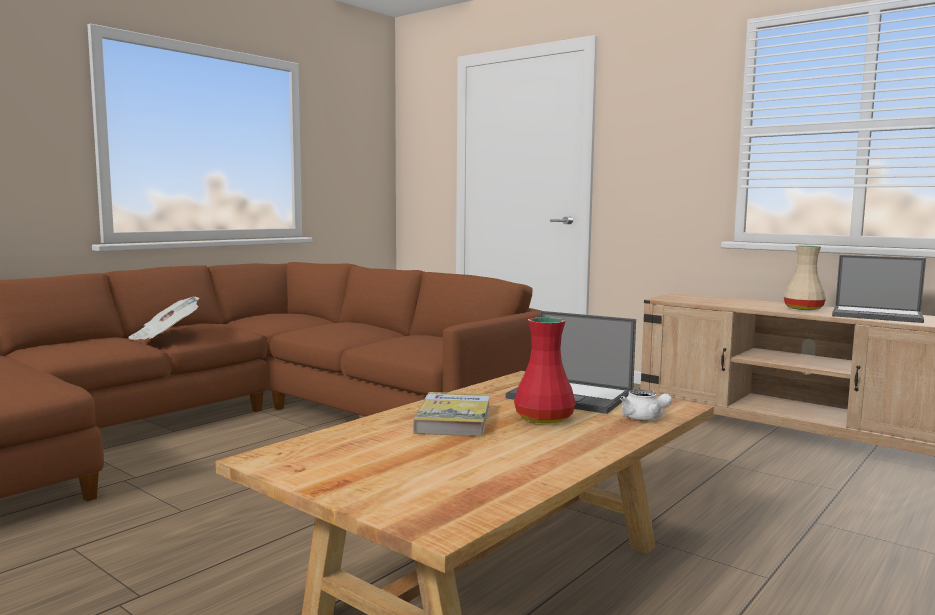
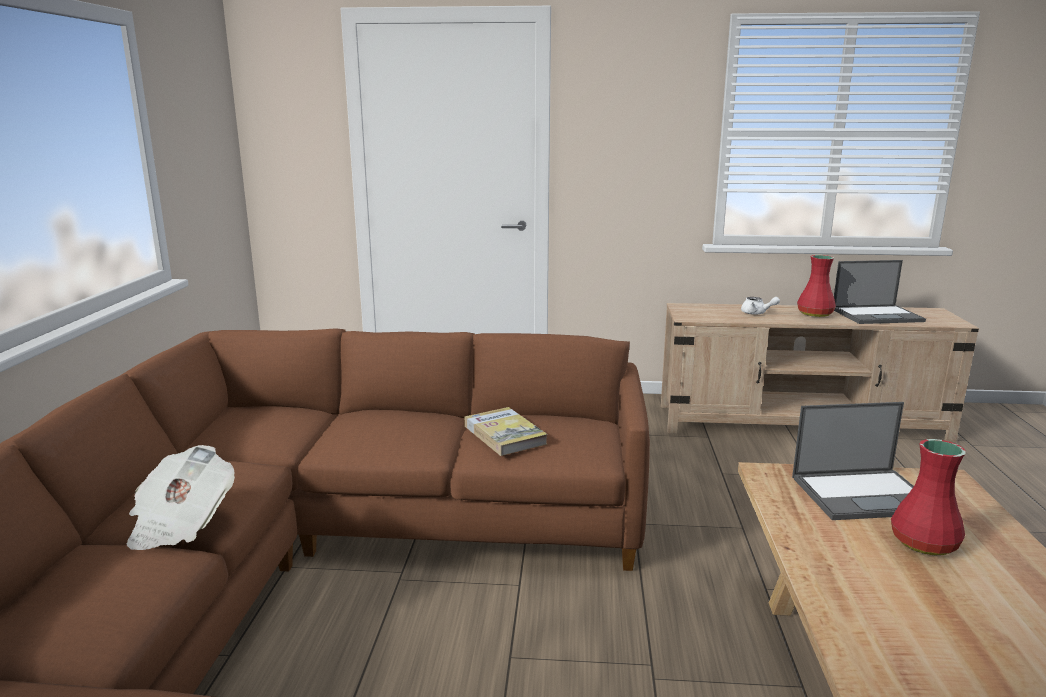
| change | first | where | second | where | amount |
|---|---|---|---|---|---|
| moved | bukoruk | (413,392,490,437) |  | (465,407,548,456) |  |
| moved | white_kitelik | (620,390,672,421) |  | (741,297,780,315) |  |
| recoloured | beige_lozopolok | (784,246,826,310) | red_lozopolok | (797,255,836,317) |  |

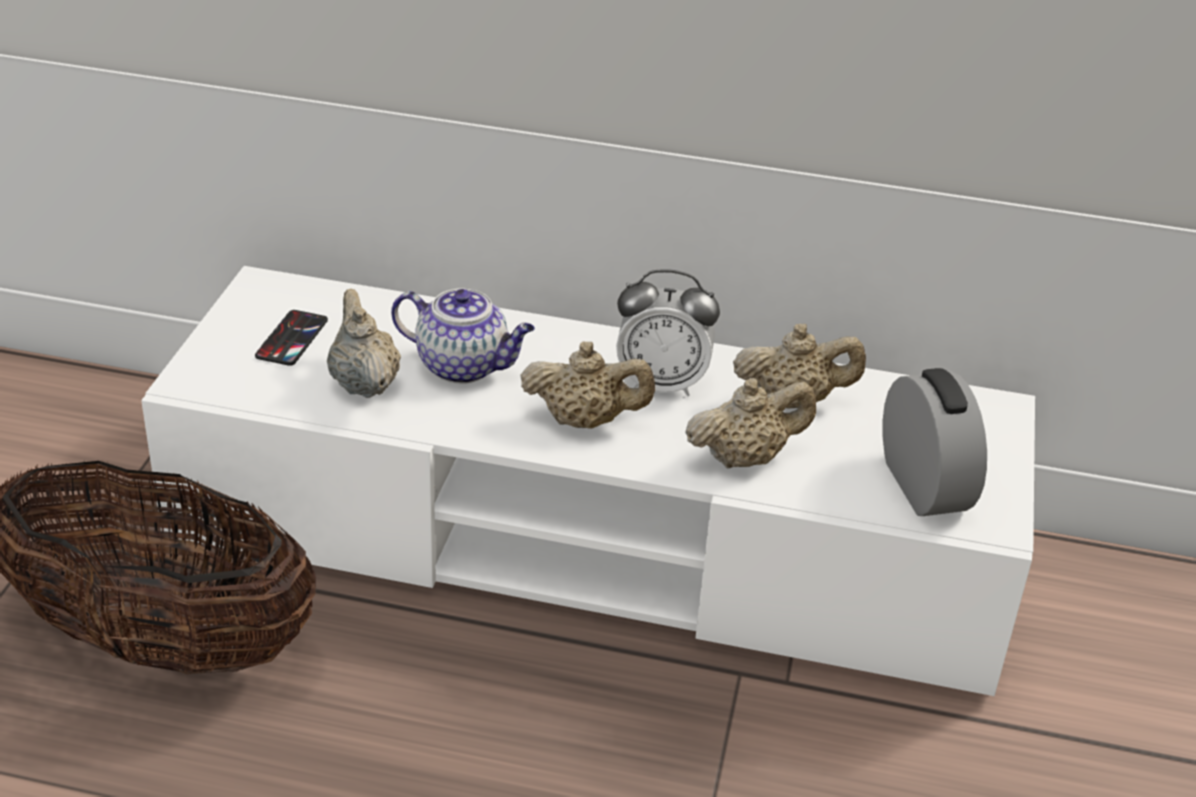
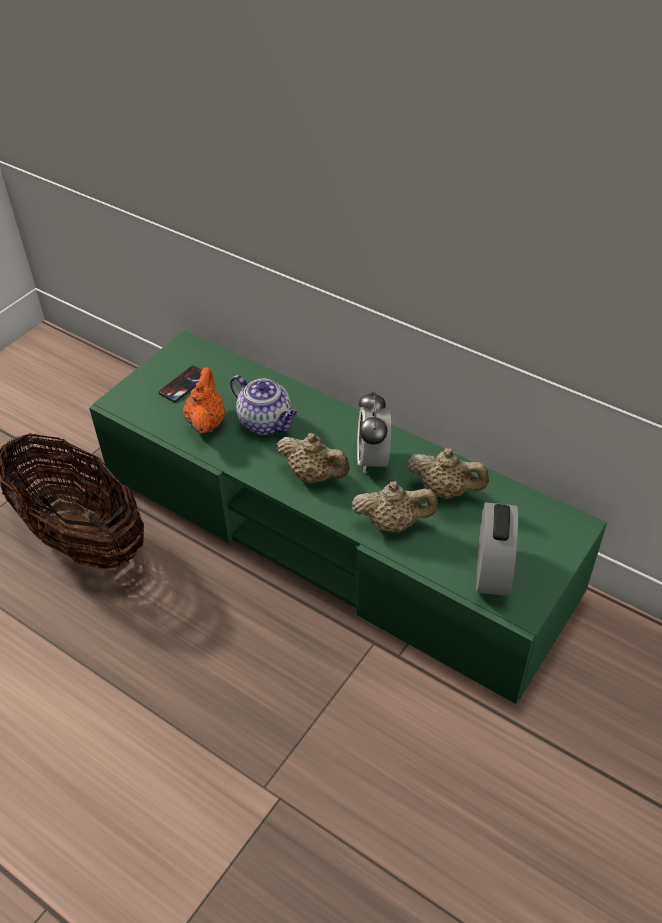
| change | first | where | second | where | amount |
|---|---|---|---|---|---|
| recoloured | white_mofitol | (141,266,1035,696) | green_mofitol | (89,330,607,704) |  |
| recoloured | beige_kitelik | (327,289,401,398) | orange_kitelik | (183,367,225,434) |  |
| turned | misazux | (616,269,720,396) |  | (357,391,391,473) | 60 degrees clockwise |

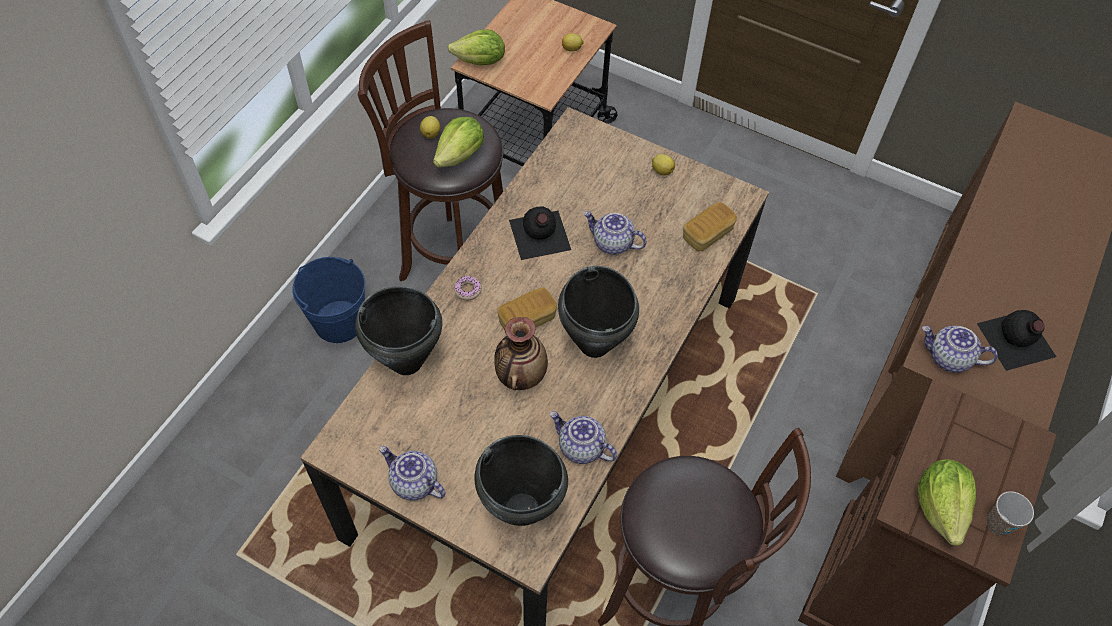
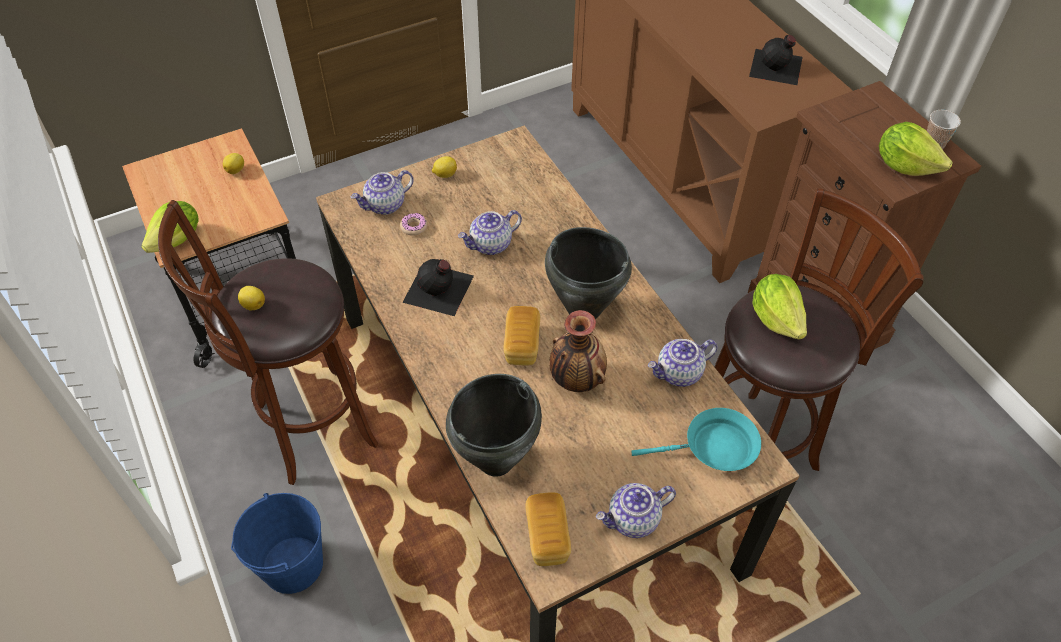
| change | first | where | second | where | amount |
|---|---|---|---|---|---|
| moved | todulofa | (433,117,484,168) |  | (752,274,807,340) |  |
| moved | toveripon | (454,276,482,300) |  | (400,213,427,236) |  |
| replaced | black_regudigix | (474,435,568,526) | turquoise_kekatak | (631,408,761,471) |  |
| moved | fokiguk | (683,202,737,251) |  | (525,492,571,566) |  |
| moved | kitelik | (922,326,998,373) |  | (351,170,414,215) |  |

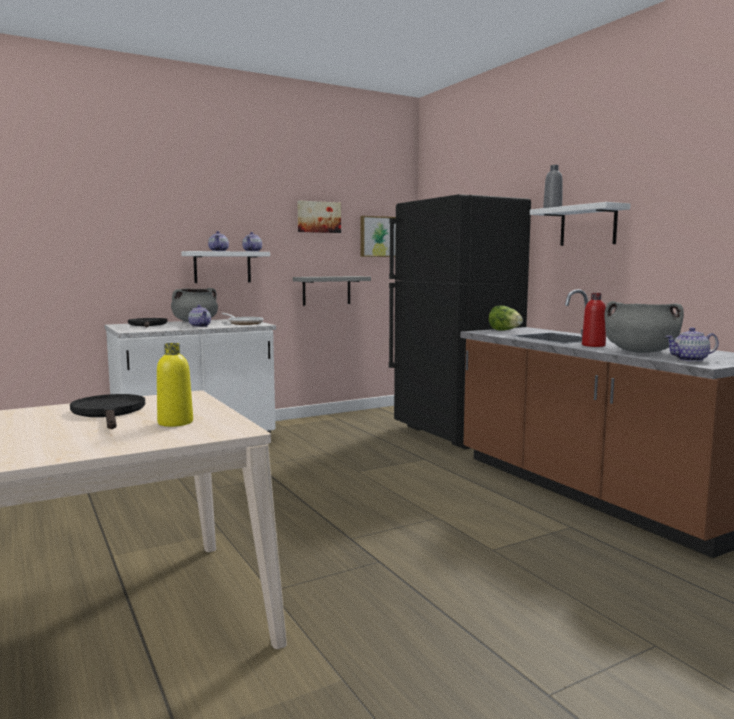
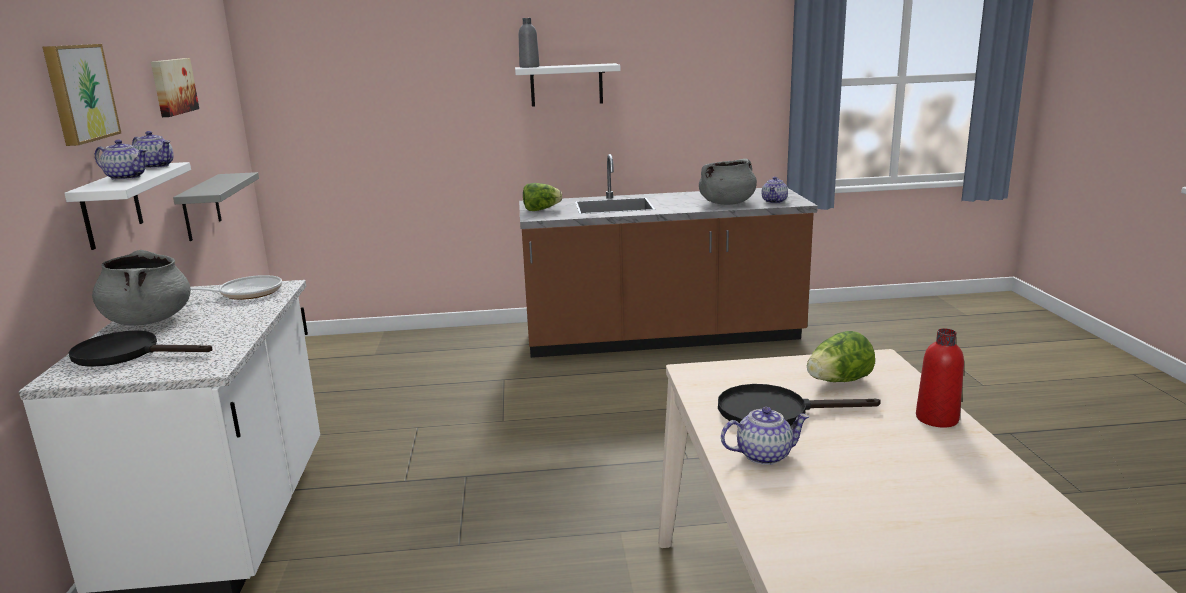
| change | first | where | second | where | amount |
|---|---|---|---|---|---|
| replaced | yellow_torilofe | (157,343,193,427) | todulofa | (807,331,875,382) |  |
| moved | kitelik | (188,305,211,327) |  | (721,407,809,465) |  |
| moved | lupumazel | (361,216,396,257) |  | (42,44,121,146) |  |
| removed | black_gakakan | (389,194,531,449) |  |  |  |
| moved | red_torilofe | (582,293,606,347) |  | (916,328,964,427) |  |

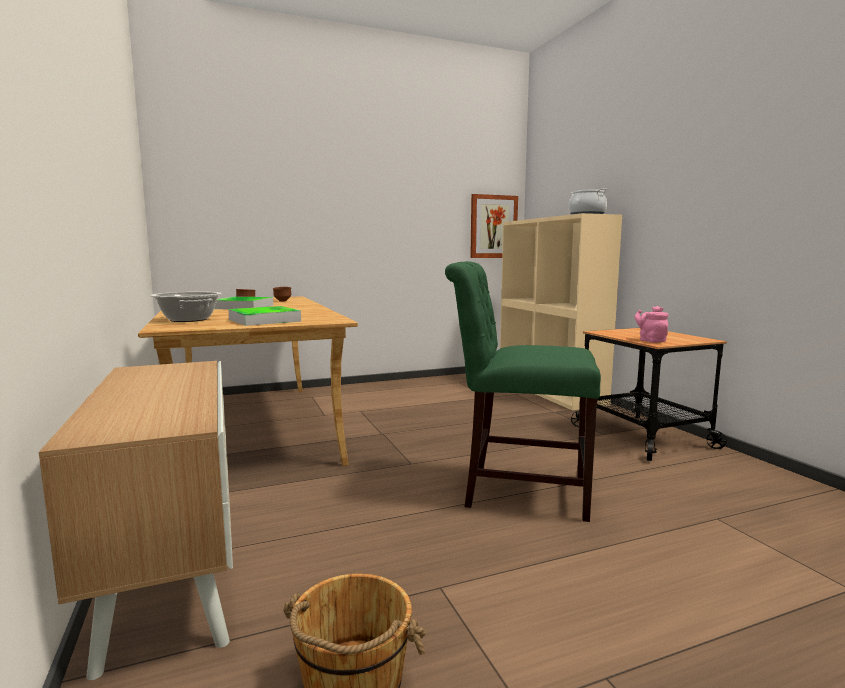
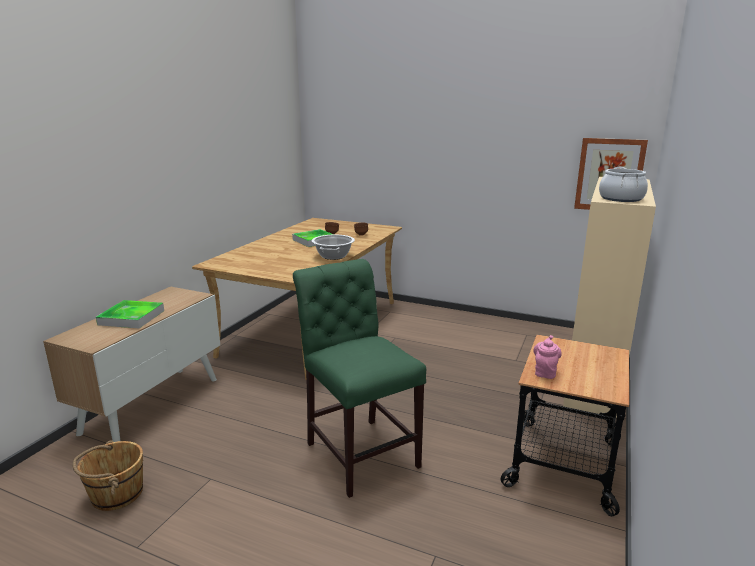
| change | first | where | second | where | amount |
|---|---|---|---|---|---|
| moved | regudigix | (150,292,222,322) |  | (312,235,355,260) |  |
| moved | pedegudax | (228,306,301,326) |  | (96,300,164,328) |  |

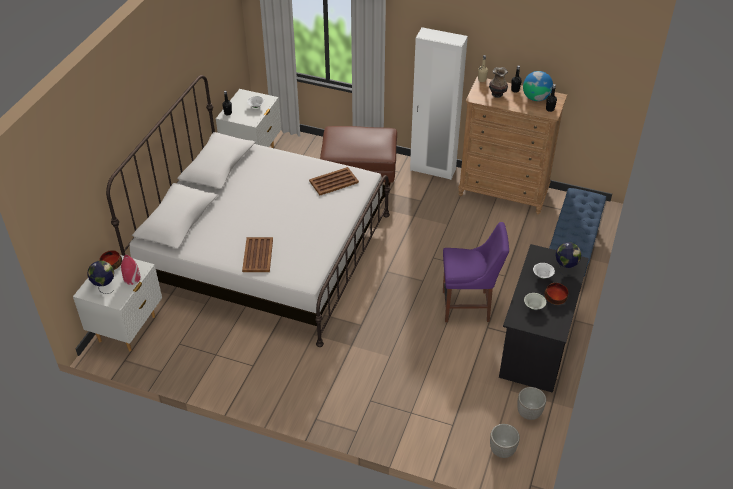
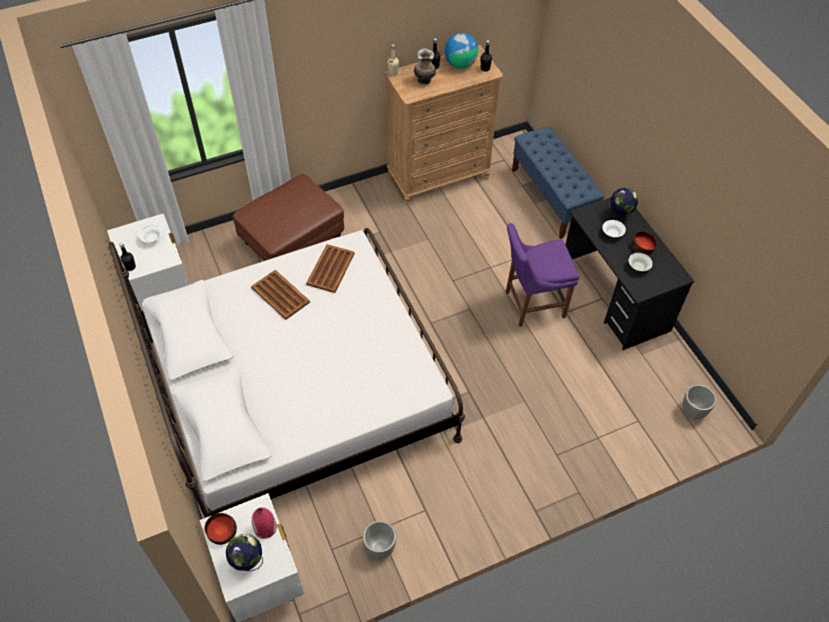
| change | first | where | second | where | amount |
|---|---|---|---|---|---|
| moved | brown_pedegudax | (242,237,273,272) |  | (251,270,310,320) |  |
| removed | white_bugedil | (410,27,468,180) |  |  |  |
| turned | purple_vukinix | (443,222,509,322) |  | (506,223,579,327) | 150 degrees counterclockwise |
| moved | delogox | (517,387,546,420) |  | (363,521,396,559) |  |

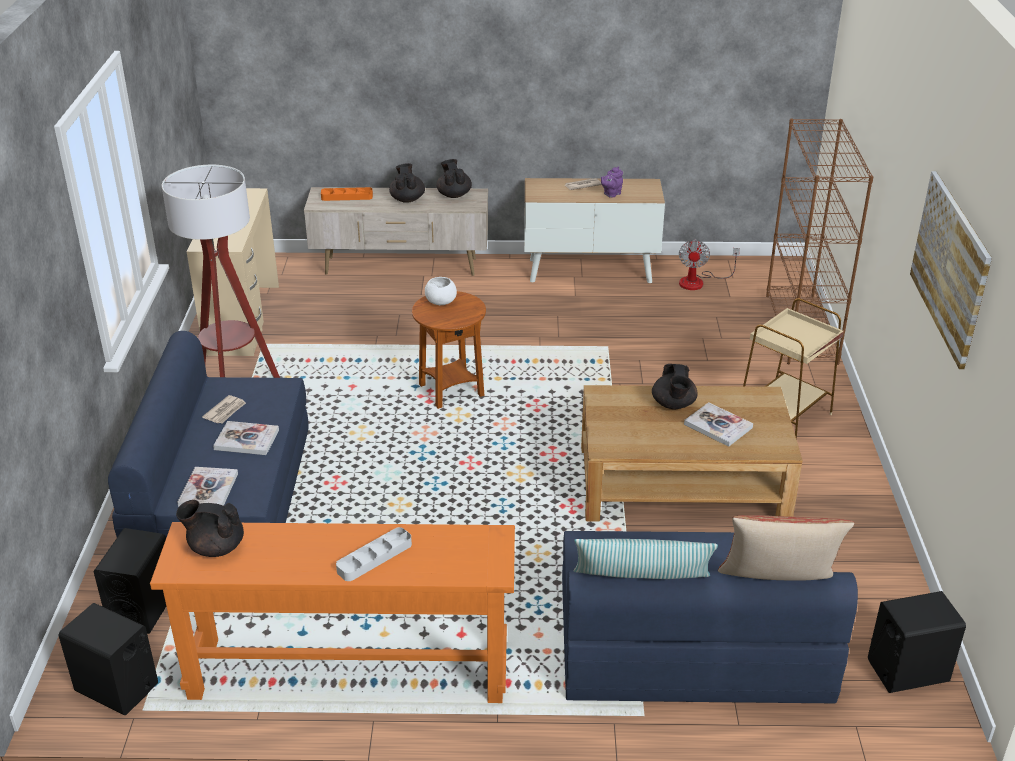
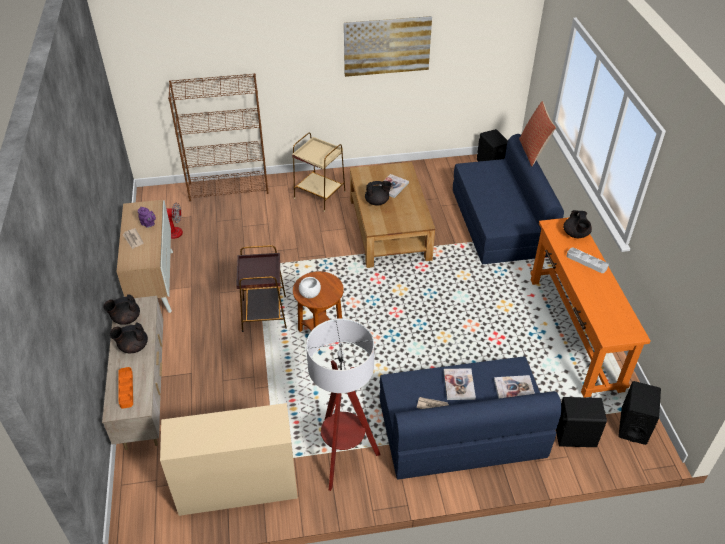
| change | first | where | second | where | amount |
|---|---|---|---|---|---|
| moved | black_kitelik | (176,500,244,557) |  | (563,210,592,238) |  |
| removed | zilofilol | (574,539,718,579) |  |  |  |
| added |  |  | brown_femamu | (236,245,287,332) |  |

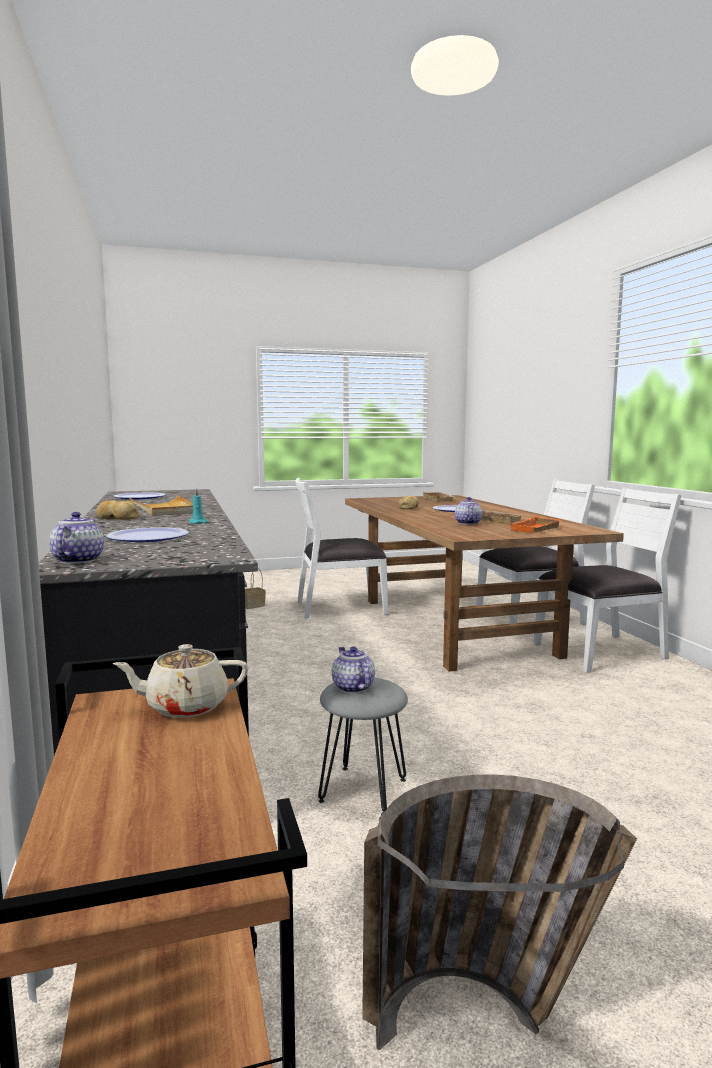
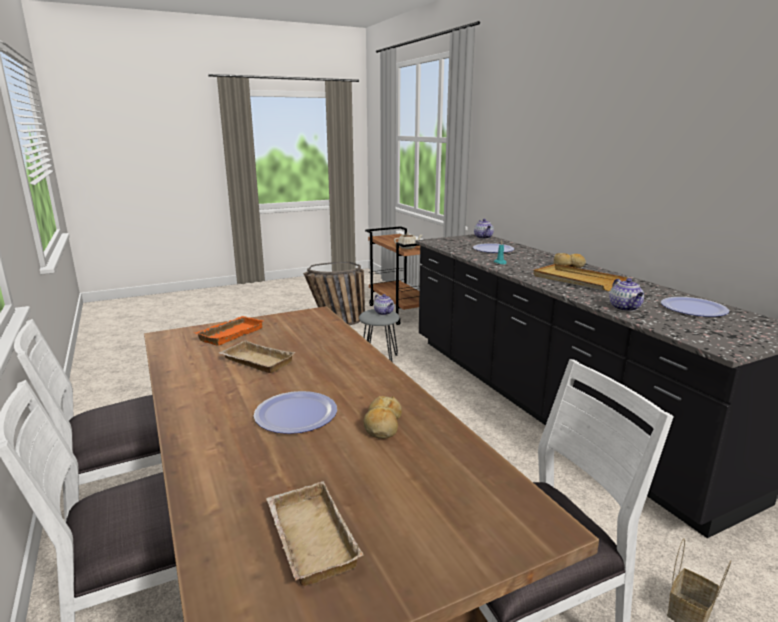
| change | first | where | second | where | amount |
|---|---|---|---|---|---|
| moved | kitelik | (455,497,482,525) |  | (609,278,644,311) |  |

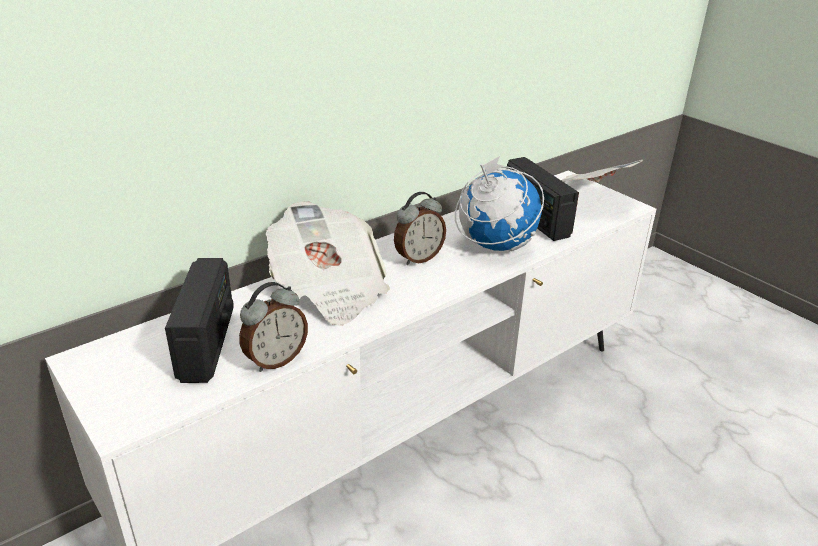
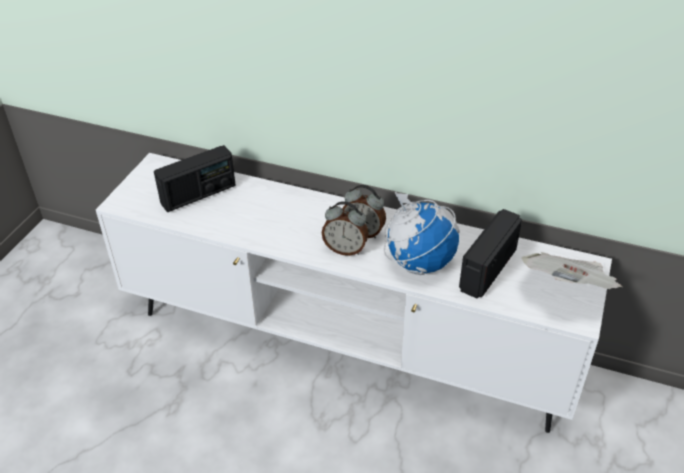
| change | first | where | second | where | amount |
|---|---|---|---|---|---|
| moved | misazux | (239,282,308,372) |  | (322,201,369,256) |  |
| removed | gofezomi | (266,201,390,326) |  |  |  |

